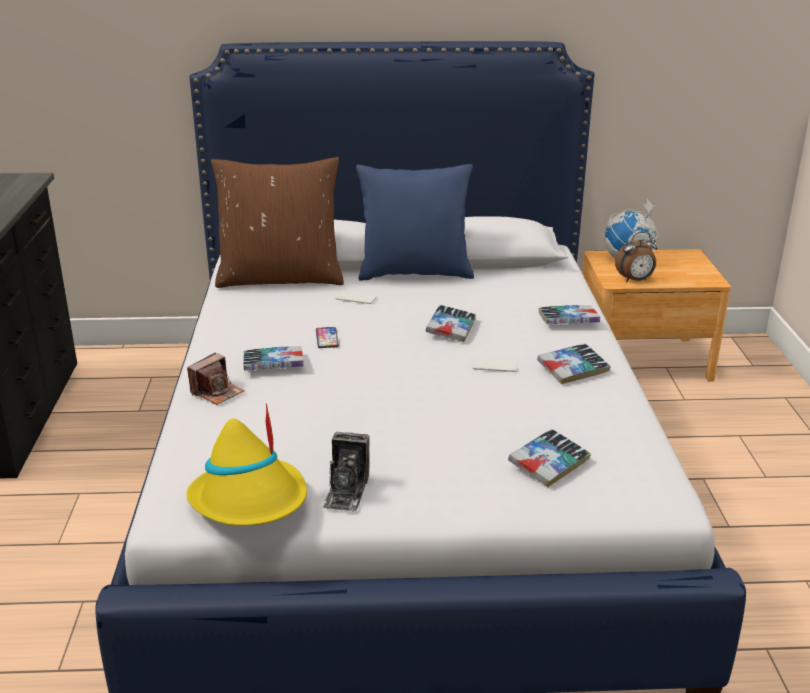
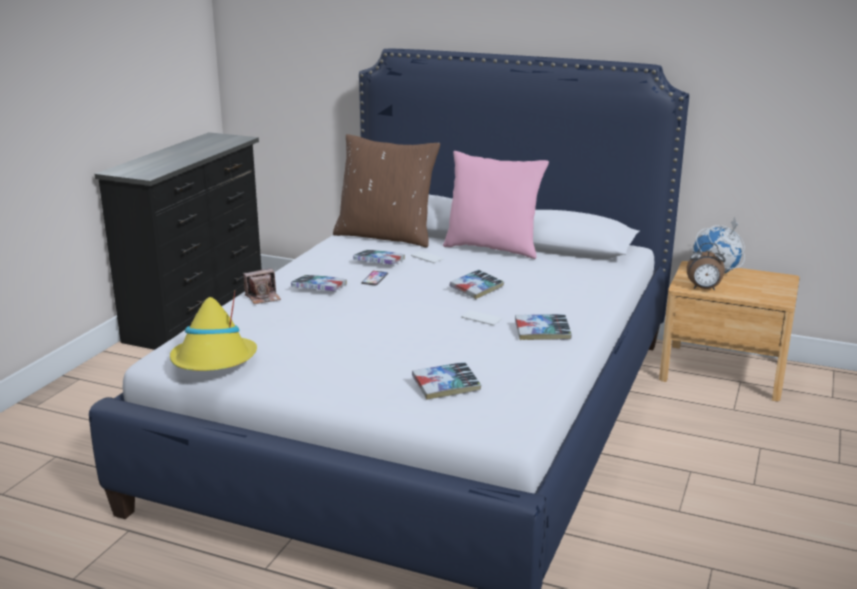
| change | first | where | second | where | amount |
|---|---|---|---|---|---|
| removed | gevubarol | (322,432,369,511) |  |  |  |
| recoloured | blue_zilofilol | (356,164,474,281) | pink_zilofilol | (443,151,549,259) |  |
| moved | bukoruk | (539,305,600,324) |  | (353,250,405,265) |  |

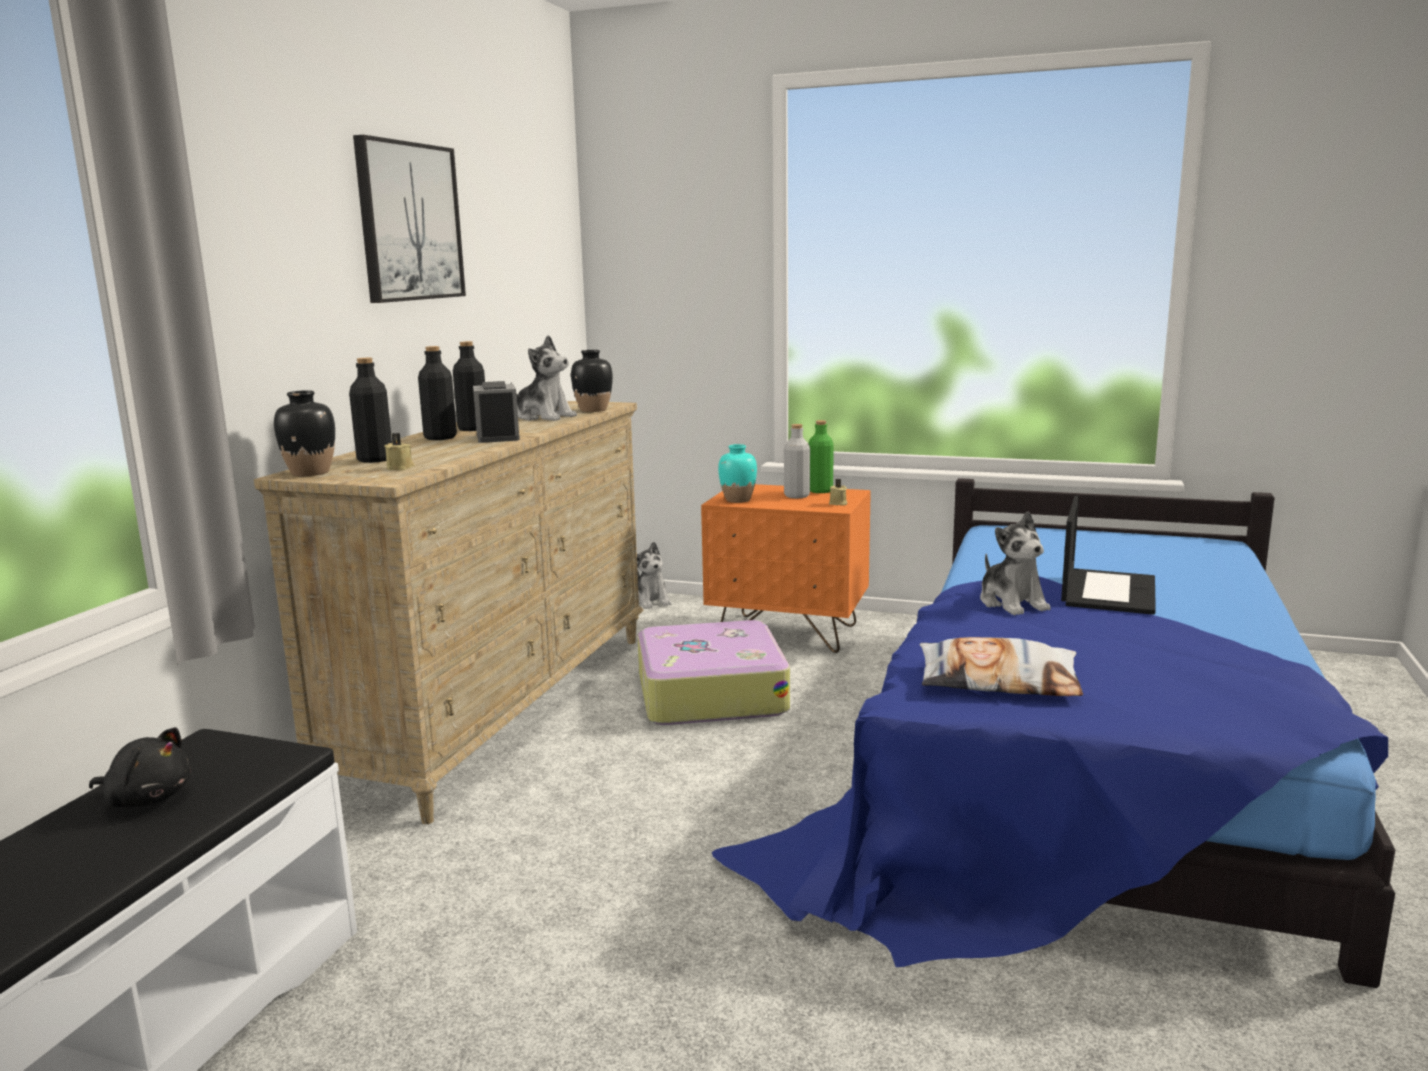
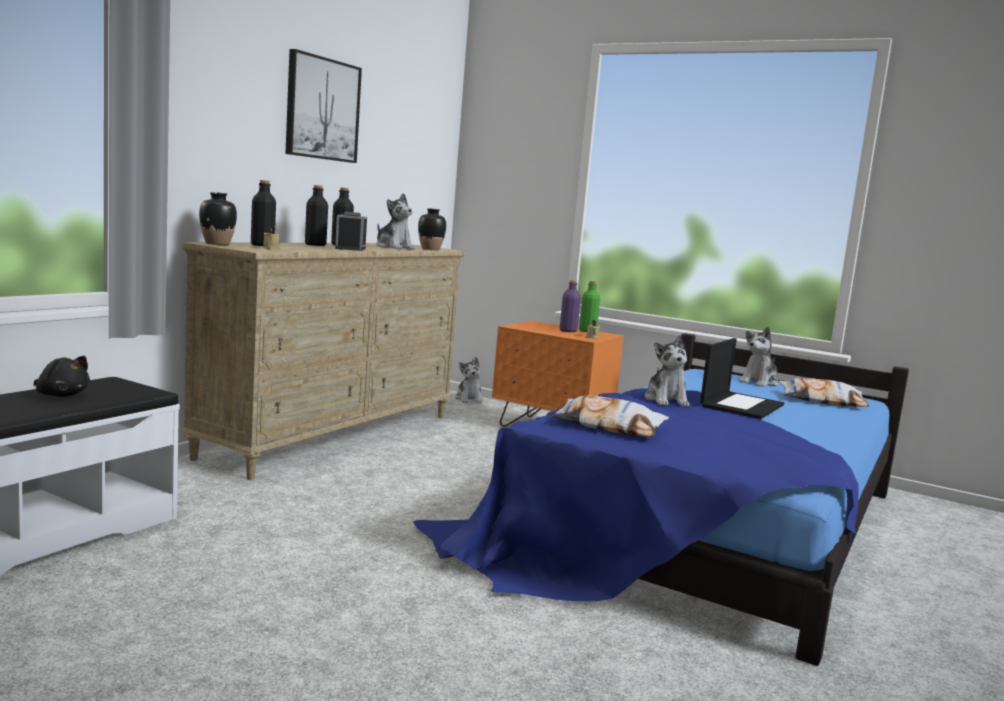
| change | first | where | second | where | amount |
|---|---|---|---|---|---|
| removed | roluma | (637,620,790,725) |  |  |  |
| removed | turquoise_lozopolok | (718,444,757,503) |  |  |  |
| recoloured | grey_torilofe | (784,424,810,498) | purple_torilofe | (560,280,581,332) |  |
| added |  |  | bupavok | (739,327,778,387) |  |
| added |  |  | zilofilol | (778,378,869,407) |  |

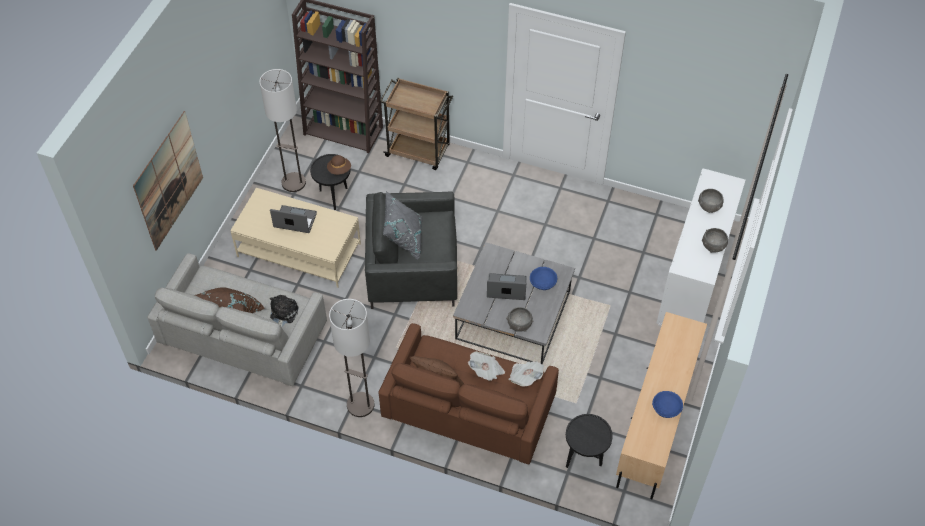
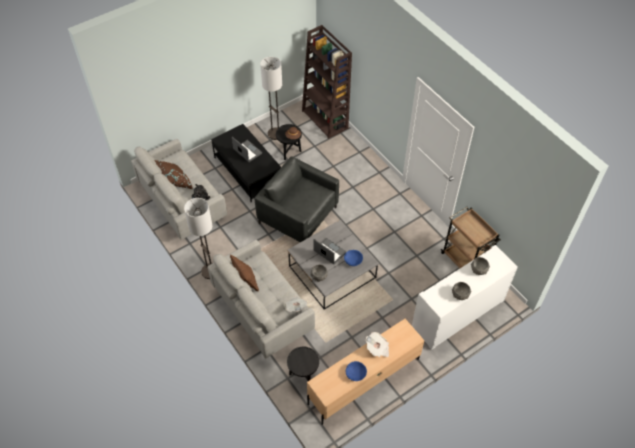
| change | first | where | second | where | amount |
|---|---|---|---|---|---|
| removed | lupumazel | (133,111,203,251) |  |  |  |
| recoloured | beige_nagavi | (230,188,361,288) | black_nagavi | (211,124,281,203) |  |
| recoloured | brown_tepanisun | (379,323,559,464) | grey_tepanisun | (208,240,315,358) |  |
| moved | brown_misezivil | (380,78,453,170) |  | (441,207,501,268) |  |
| removed | grey_zilofilol | (383,191,422,260) |  |  |  |
| moved | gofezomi | (468,351,505,381) |  | (366,332,389,357) |  |

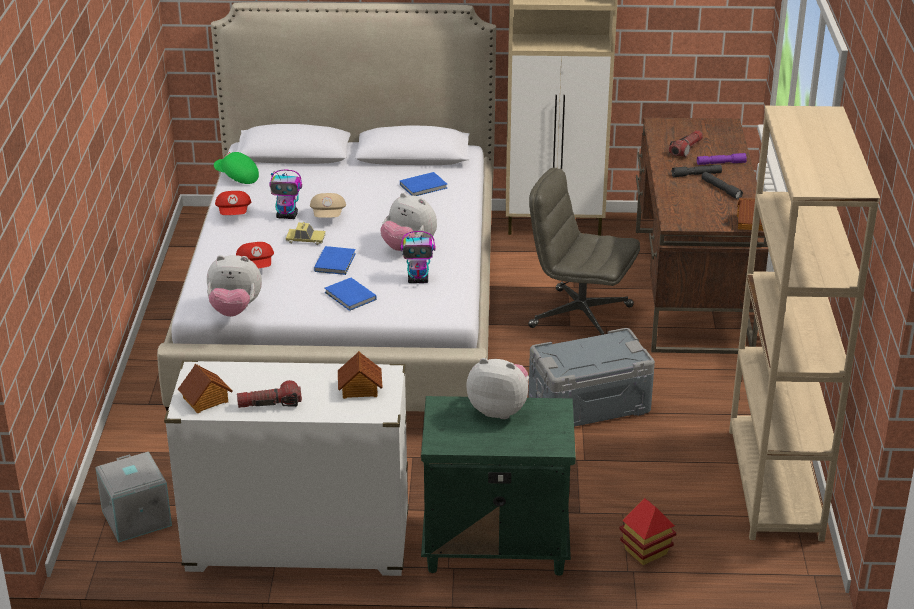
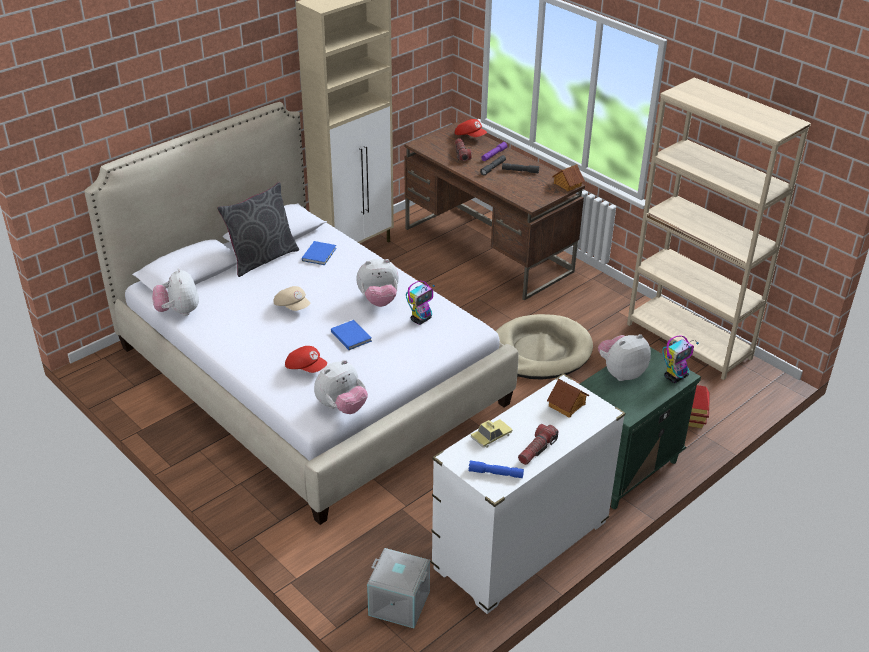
| change | first | where | second | where | amount |
|---|---|---|---|---|---|
| replaced | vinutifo | (178,364,233,413) | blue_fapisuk | (468,460,524,478) |  |
| replaced | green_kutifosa | (214,152,259,184) | bupavok | (152,268,199,316) |  |
| moved | red_kutifosa | (215,191,251,215) |  | (455,119,487,137) |  |
| moved | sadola | (269,170,302,219) |  | (662,336,699,383) |  |
| moved | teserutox | (286,222,326,245) |  | (471,419,513,448) |  |
| removed | blue_bukoruk | (325,278,377,311) |  |  |  |
| removed | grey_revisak | (528,168,640,335) |  |  |  |
| replaced | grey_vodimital | (529,328,655,427) | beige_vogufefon | (496,314,593,379) |  |
| added |  |  | grey_zilofilol | (217,182,299,277) |  |

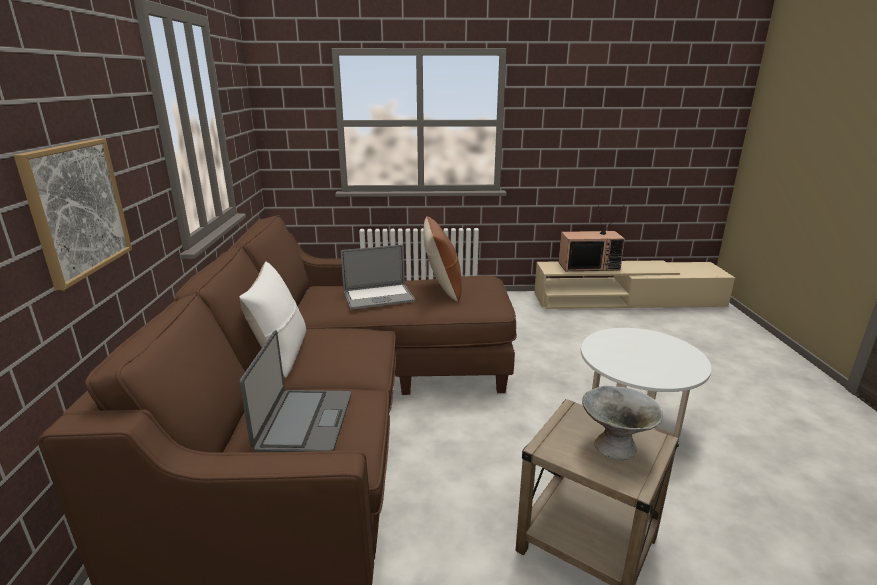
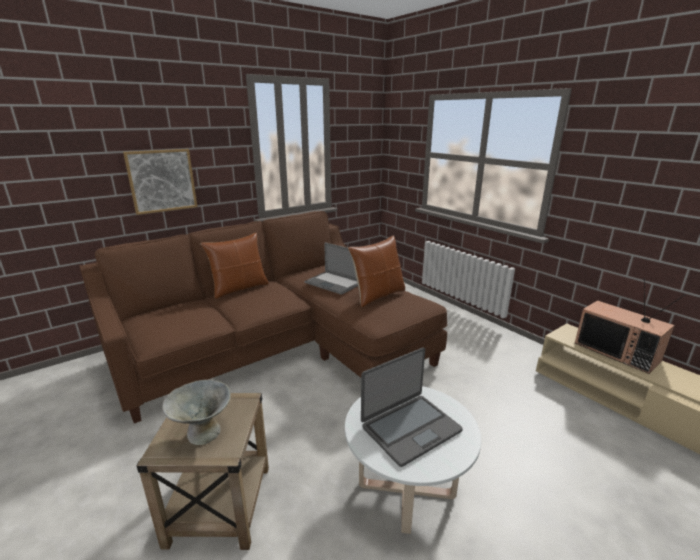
| change | first | where | second | where | amount |
|---|---|---|---|---|---|
| moved | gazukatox | (239,330,351,452) |  | (361,348,463,467) |  |
| recoloured | white_zilofilol | (240,262,306,378) | brown_zilofilol | (200,233,269,299) |  |

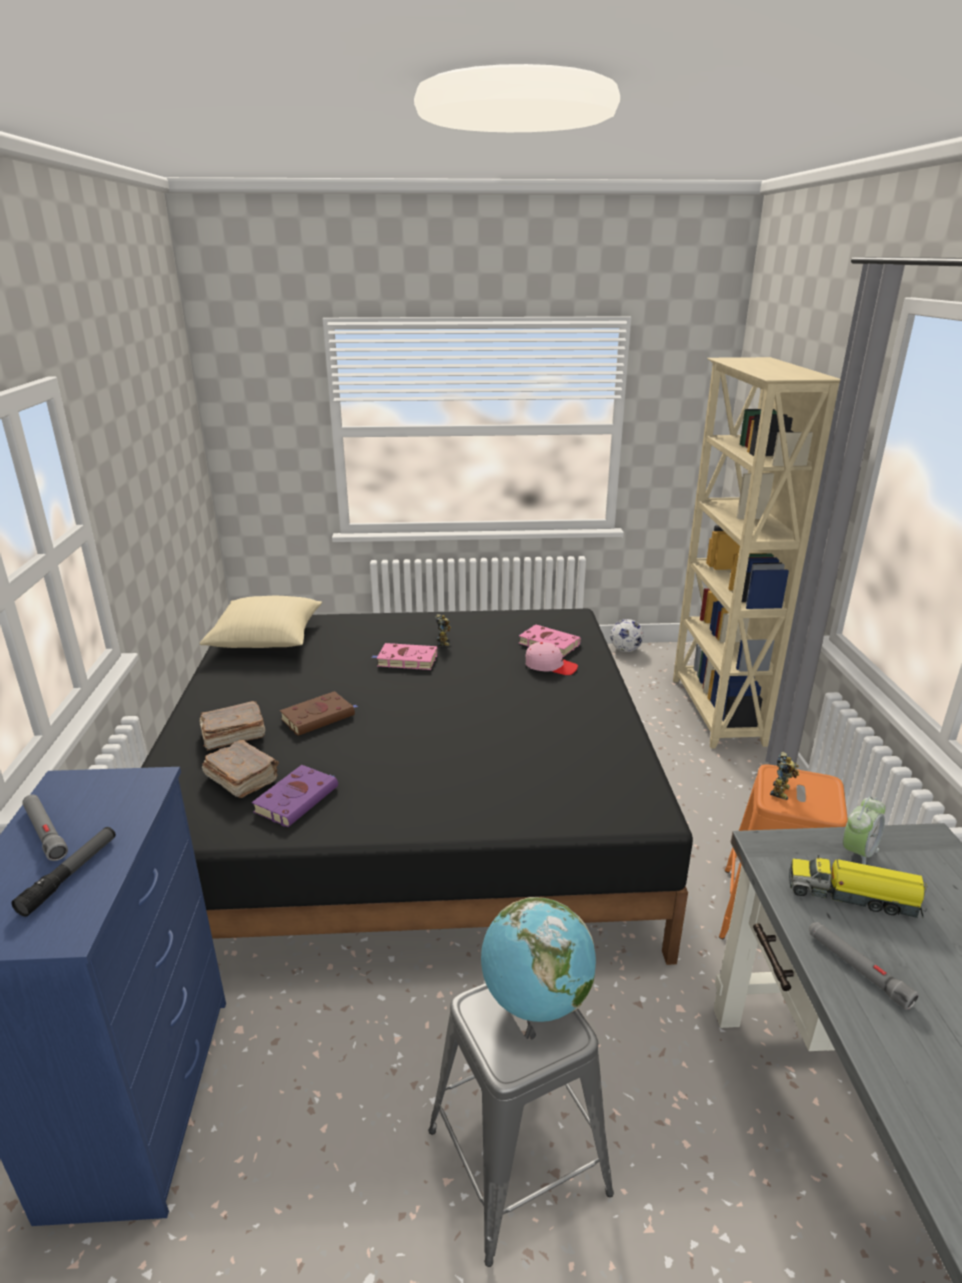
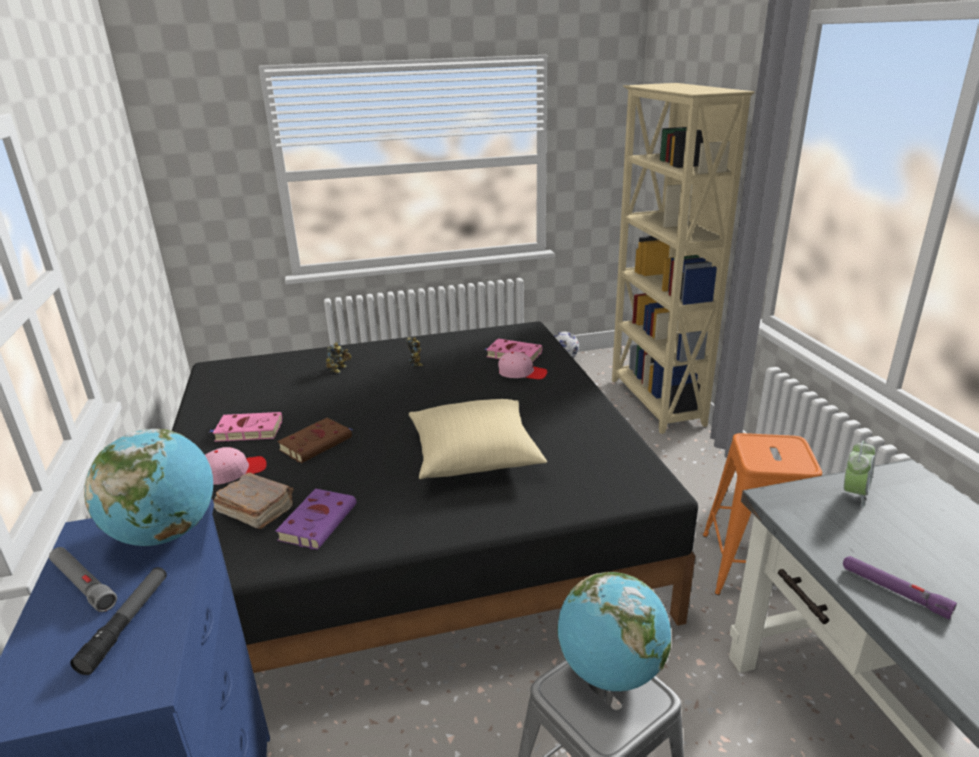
| change | first | where | second | where | amount |
|---|---|---|---|---|---|
| replaced | brown_bukoruk | (199,701,265,751) | pink_kutifosa | (205,447,267,484) |  |
| moved | beige_zilofilol | (200,596,322,648) |  | (409,399,547,479) |  |
| moved | pink_bukoruk | (371,643,437,670) |  | (209,412,282,442) |  |
| moved | sadola | (770,752,799,800) |  | (326,342,351,373) |  |
| removed | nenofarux | (789,855,928,918) |  |  |  |
| recoloured | grey_fapisuk | (809,922,918,1010) | purple_fapisuk | (843,556,957,619) |  |
| added |  |  | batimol | (84,429,213,546) |  |

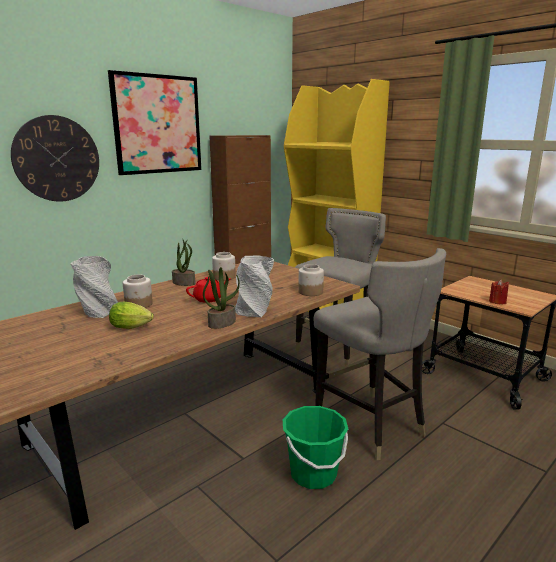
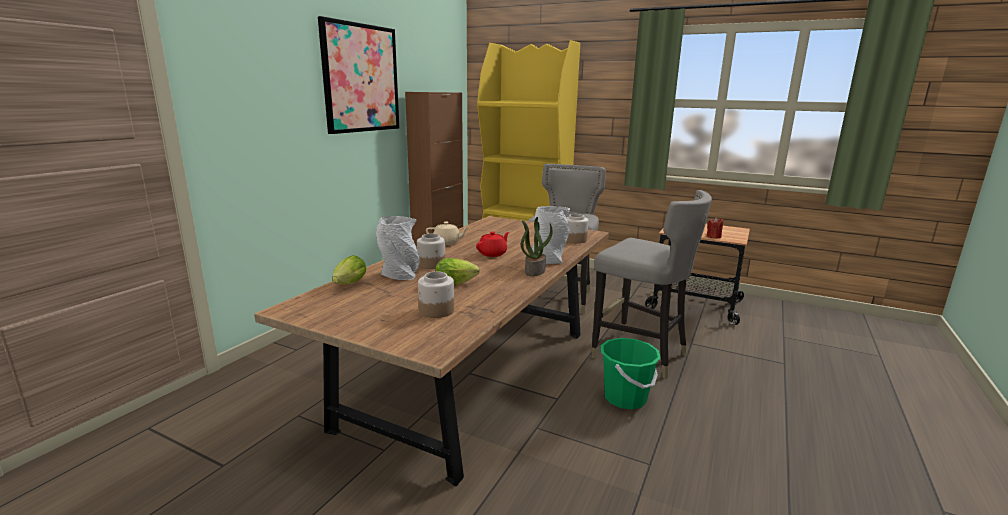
| change | first | where | second | where | amount |
|---|---|---|---|---|---|
| removed | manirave | (11,115,99,202) |  |  |  |
| replaced | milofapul | (172,238,195,286) | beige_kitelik | (426,222,469,245) |  |
| moved | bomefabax | (212,252,236,281) |  | (418,271,454,318) |  |
| added |  |  | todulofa | (332,255,367,285) |  |

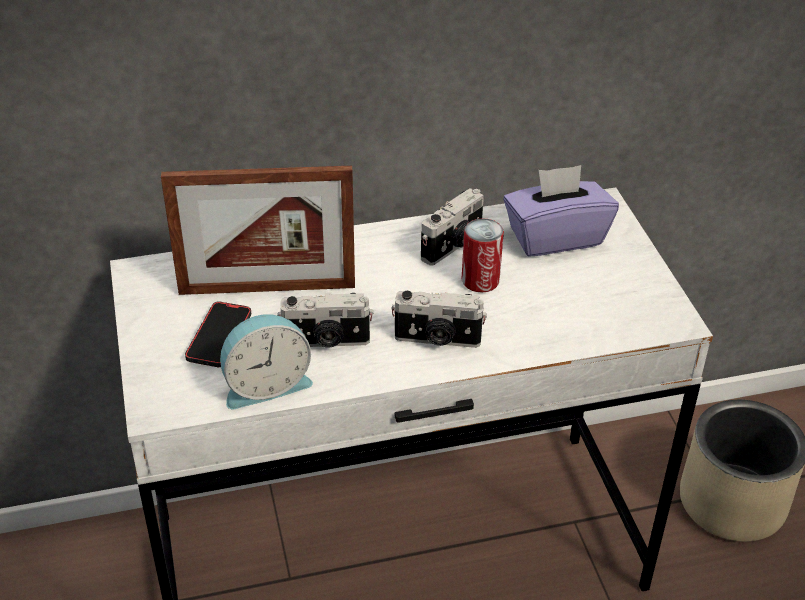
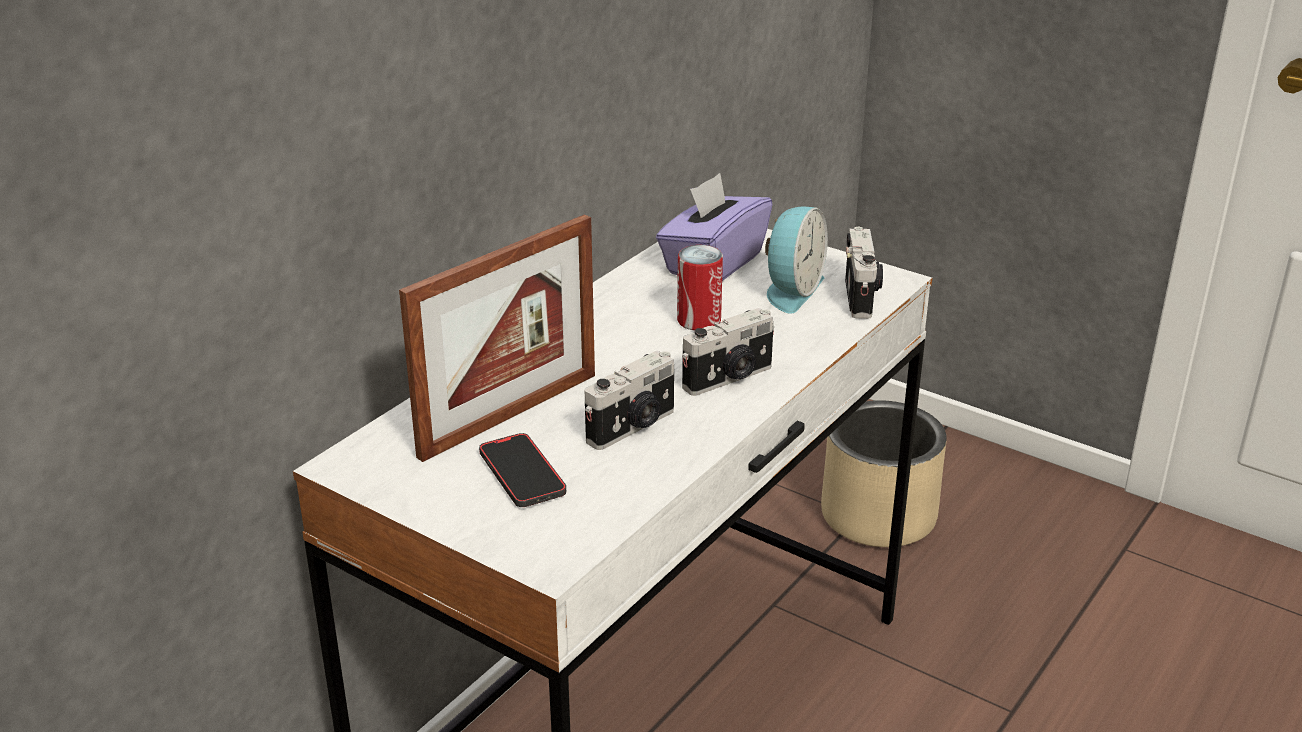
| change | first | where | second | where | amount |
|---|---|---|---|---|---|
| moved | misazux | (220,314,313,409) |  | (765,207,828,313) |  |
| moved | gevubarol | (421,188,484,266) |  | (845,227,883,319) |  |

